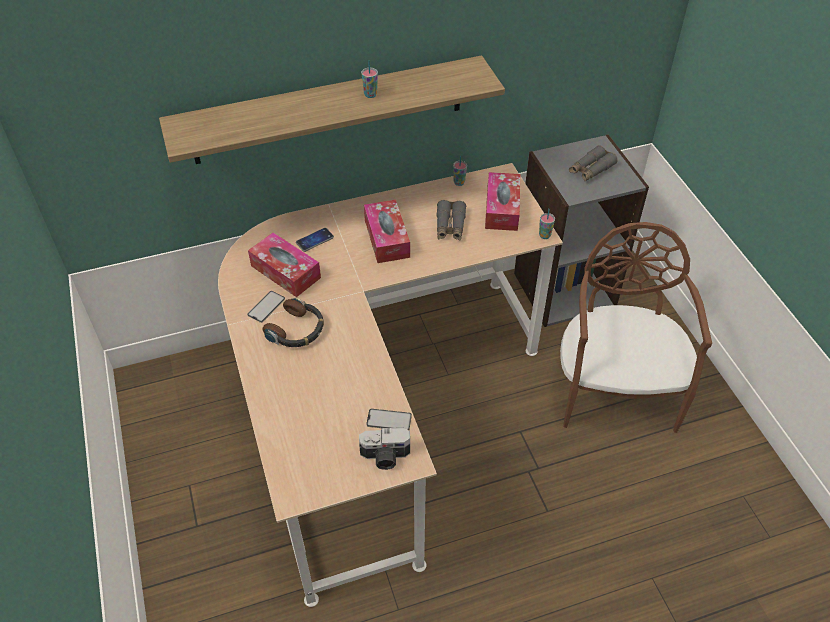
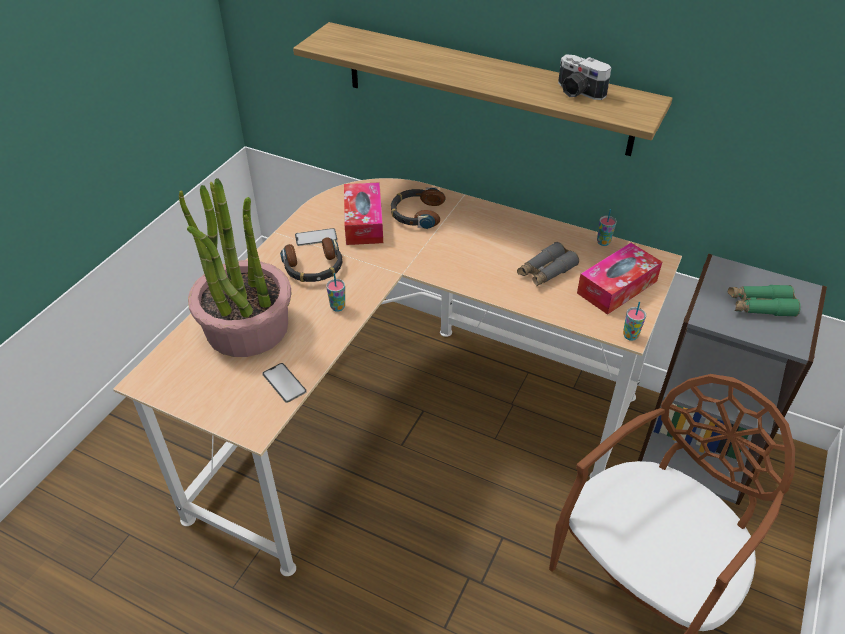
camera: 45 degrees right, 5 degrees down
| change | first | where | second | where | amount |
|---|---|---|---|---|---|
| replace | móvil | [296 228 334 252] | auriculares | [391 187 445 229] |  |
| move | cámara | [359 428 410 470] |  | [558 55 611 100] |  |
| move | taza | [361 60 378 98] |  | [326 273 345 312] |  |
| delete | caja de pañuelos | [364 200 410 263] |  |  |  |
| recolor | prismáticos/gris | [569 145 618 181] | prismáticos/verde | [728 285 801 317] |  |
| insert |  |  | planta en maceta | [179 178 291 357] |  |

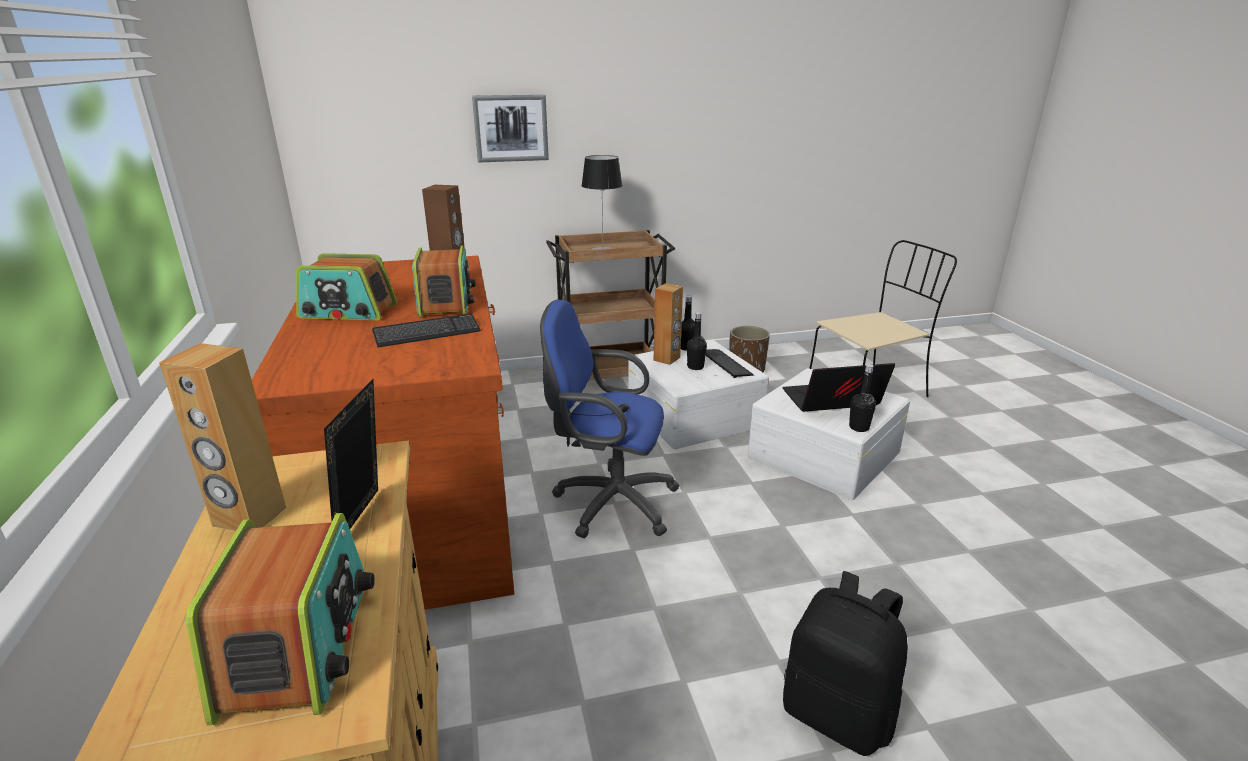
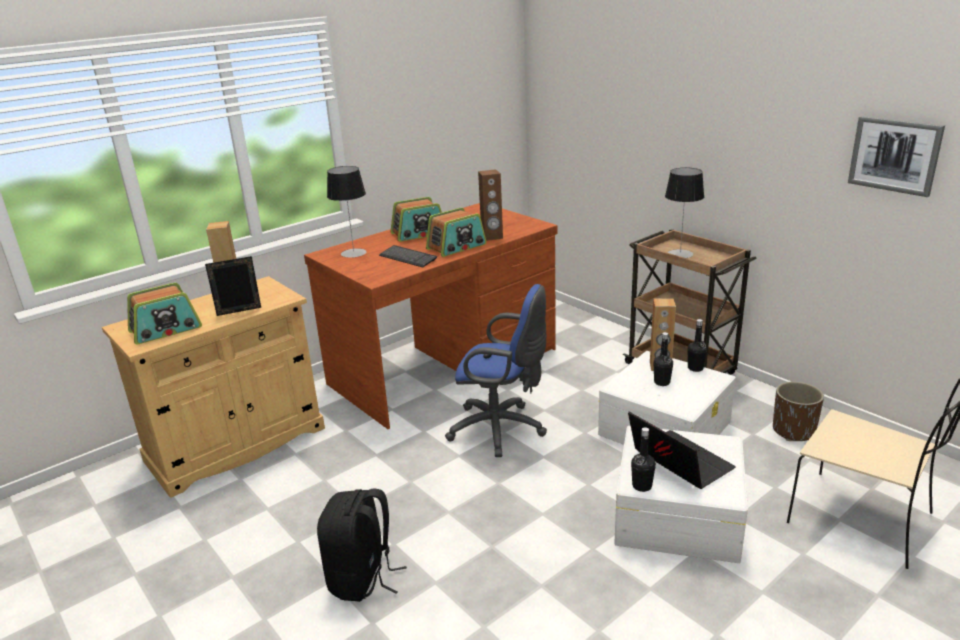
camera: 65 degrees right, 0 degrees up
| change | first | where | second | where | amount |
|---|---|---|---|---|---|
| rotate | radio | [296 253 397 320] |  | [390 197 442 242] | 90 degrees counterclockwise |
| move | cuadro | [472 95 549 162] |  | [848 116 945 197] |  |
| rotate | silla de oficina/azul | [540 300 680 538] |  | [445 284 547 457] | 120 degrees clockwise |
| delete | teclado | [706 349 754 378] |  |  |  |
| insert |  |  | lámpara de mesa | [327 166 366 258] |  |

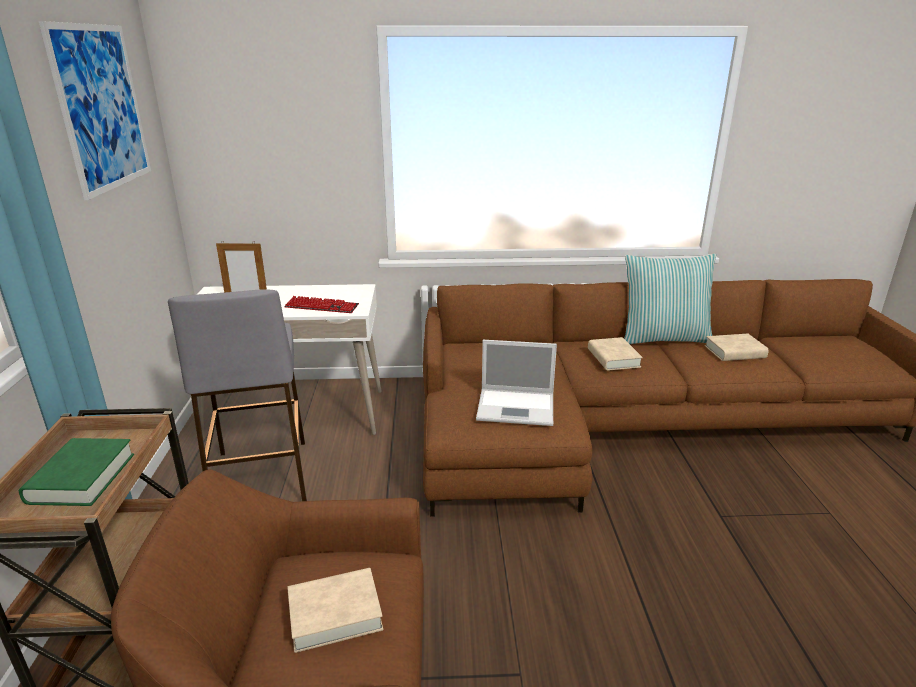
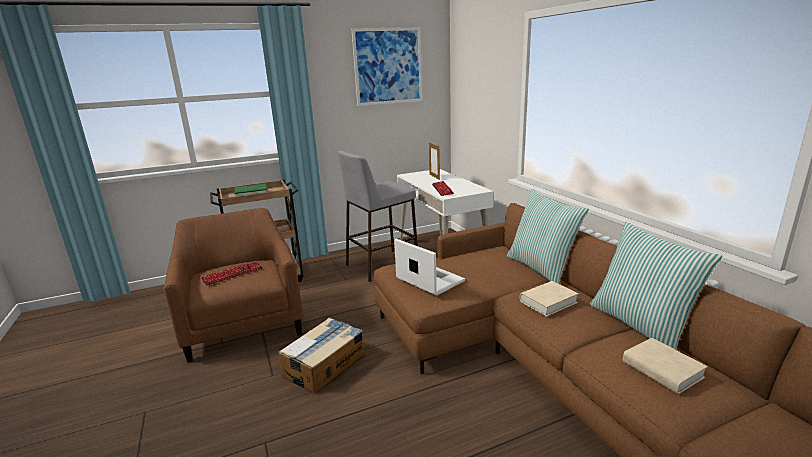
camera: 70 degrees right, 5 degrees down
| change | first | where | second | where | amount |
|---|---|---|---|---|---|
| replace | libro/beis | [287 568 383 653] | teclado | [201 262 262 286] |  |
| rotate | portátil | [476 340 557 426] |  | [394 239 465 296] | 150 degrees clockwise |
| insert |  |  | caja de cartón | [278 317 364 394] |  |
| insert |  |  | cojín | [507 189 589 284] |  |

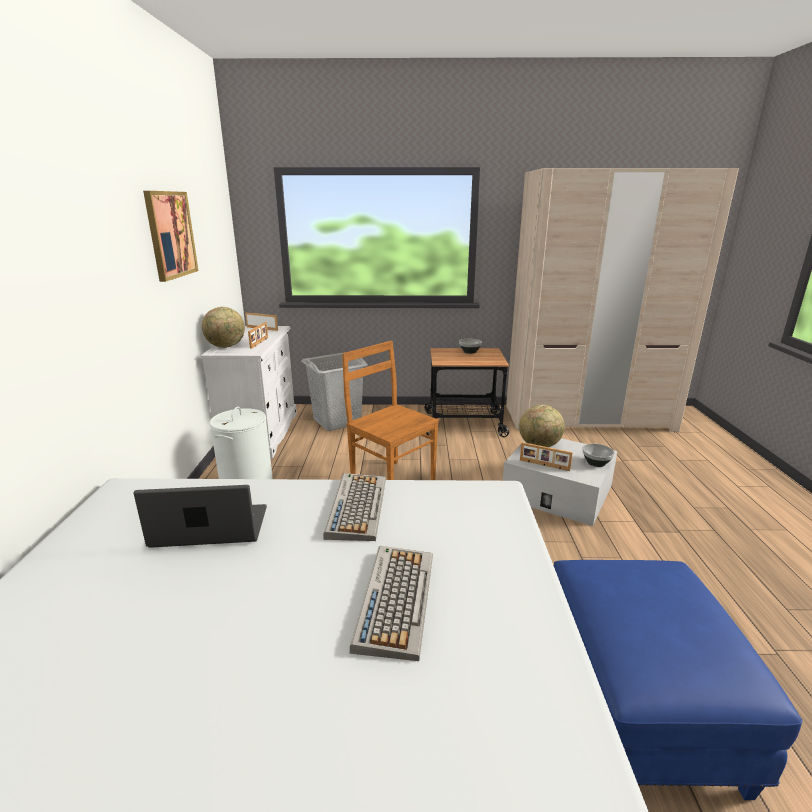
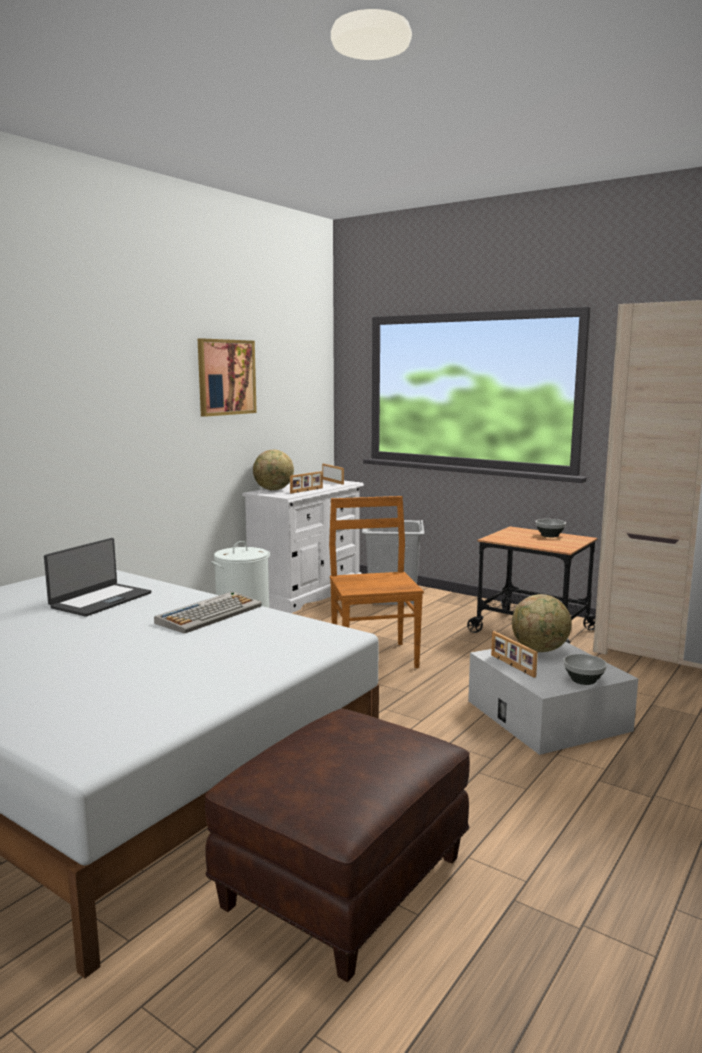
camera: 35 degrees right, 10 degrees down
| change | first | where | second | where | amount |
|---|---|---|---|---|---|
| rotate | portátil | [134 485 267 548] |  | [44 538 151 617] | 90 degrees clockwise |
| delete | teclado | [350 546 433 661] |  |  |  |
| recolor | puf/azul | [554 560 803 800] | puf/marrón | [205 709 470 983] |  |

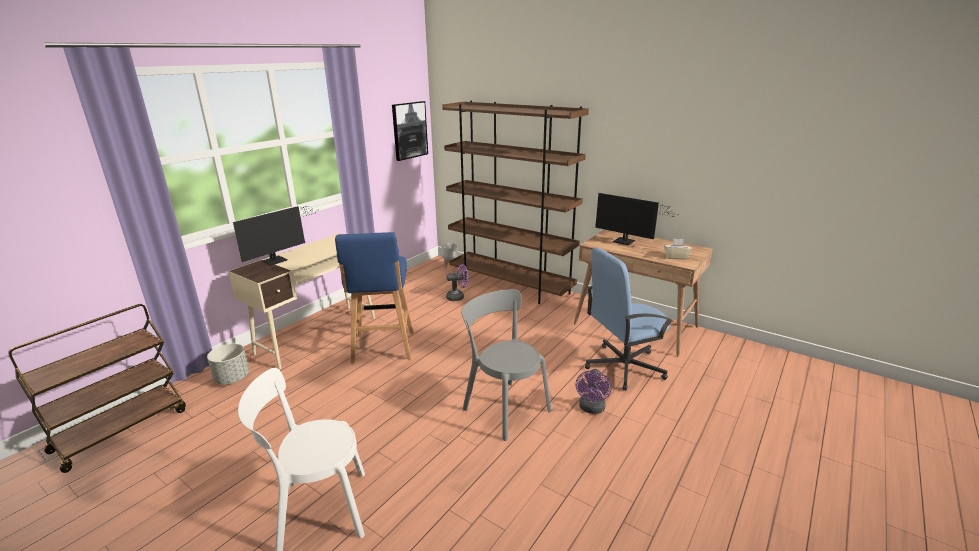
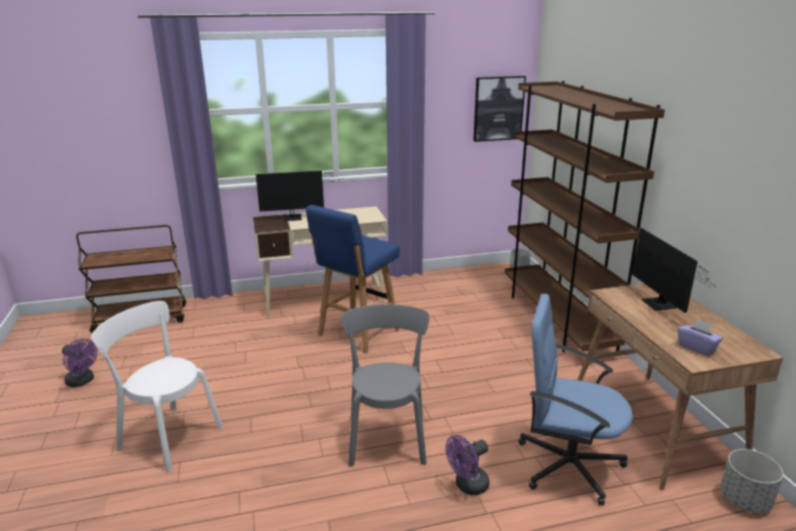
camera: 40 degrees right, 0 degrees up
| change | first | where | second | where | amount |
|---|---|---|---|---|---|
| move | maceta/gris | [207 344 249 384] |  | [720 449 783 513] |  |
| move | ventilador/morado | [446 264 469 301] |  | [62 339 97 387] |  |
| recolor | caja de pañuelos/beis | [664 239 692 259] | caja de pañuelos/morado | [678 319 723 356] |  |

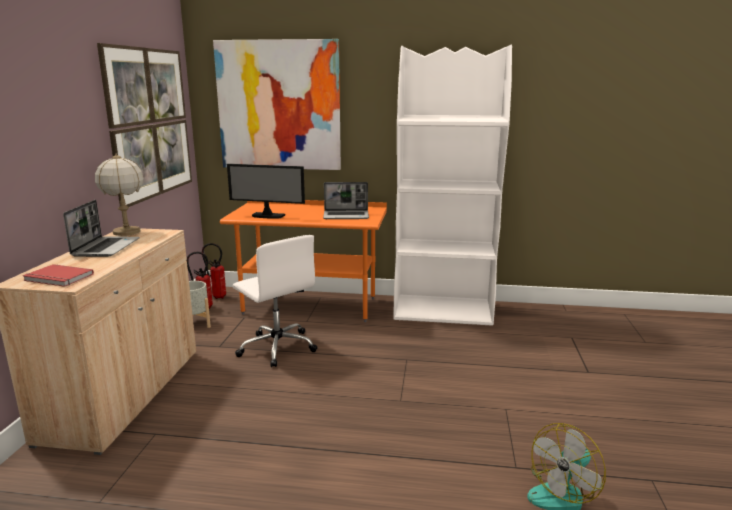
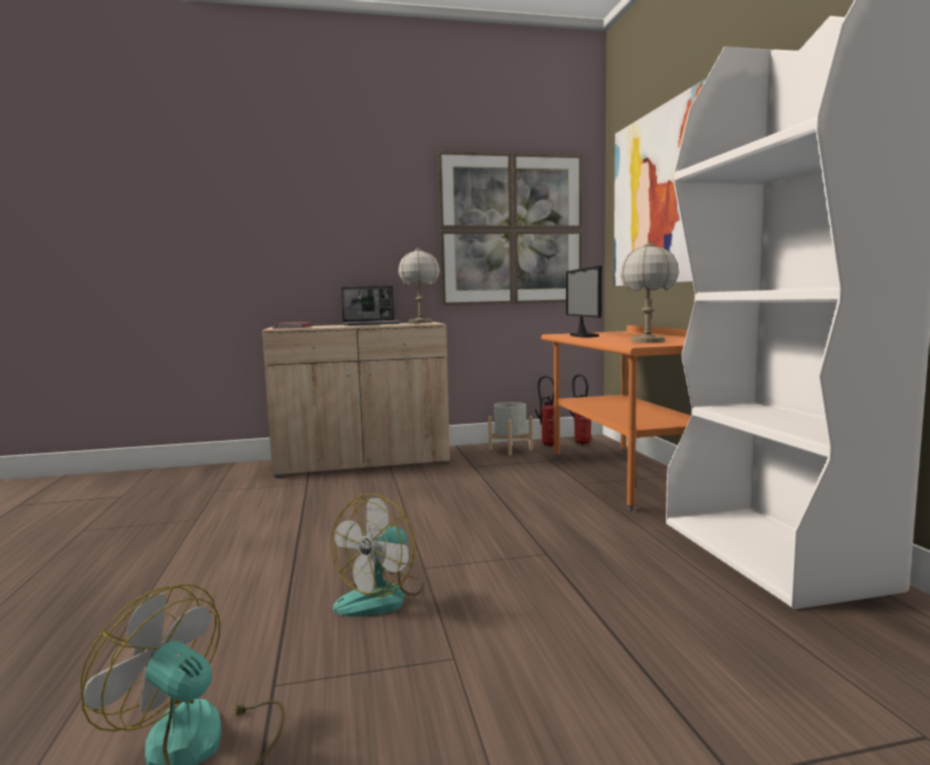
camera: 70 degrees right, 10 degrees down
| change | first | where | second | where | amount |
|---|---|---|---|---|---|
| delete | silla de oficina/blanco | [233 235 317 367] |  |  |  |
| replace | portátil | [323 182 369 219] | lámpara de mesa | [620 241 679 343] |  |
| insert |  |  | ventilador | [331 494 424 617] |  |

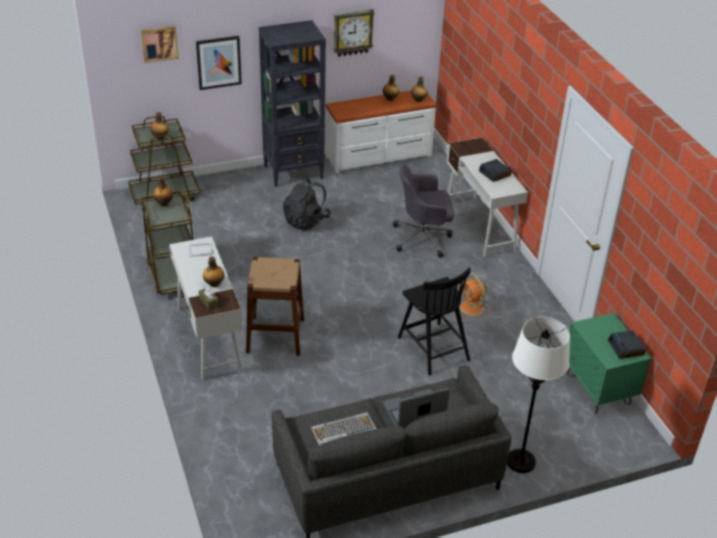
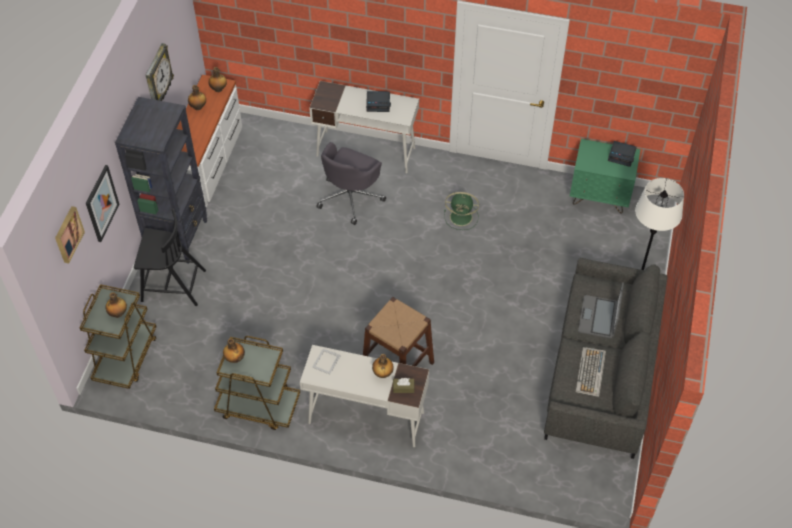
camera: 55 degrees left, 15 degrees up
| change | first | where | second | where | amount |
|---|---|---|---|---|---|
| delete | mochila/negro | [283 178 331 231] |  |  |  |
| move | silla/negro | [398 267 471 375] |  | [134 209 206 306] |  |
| recolor | ventilador/naranja | [460 272 491 320] | ventilador/verde | [444 192 479 230] |  |

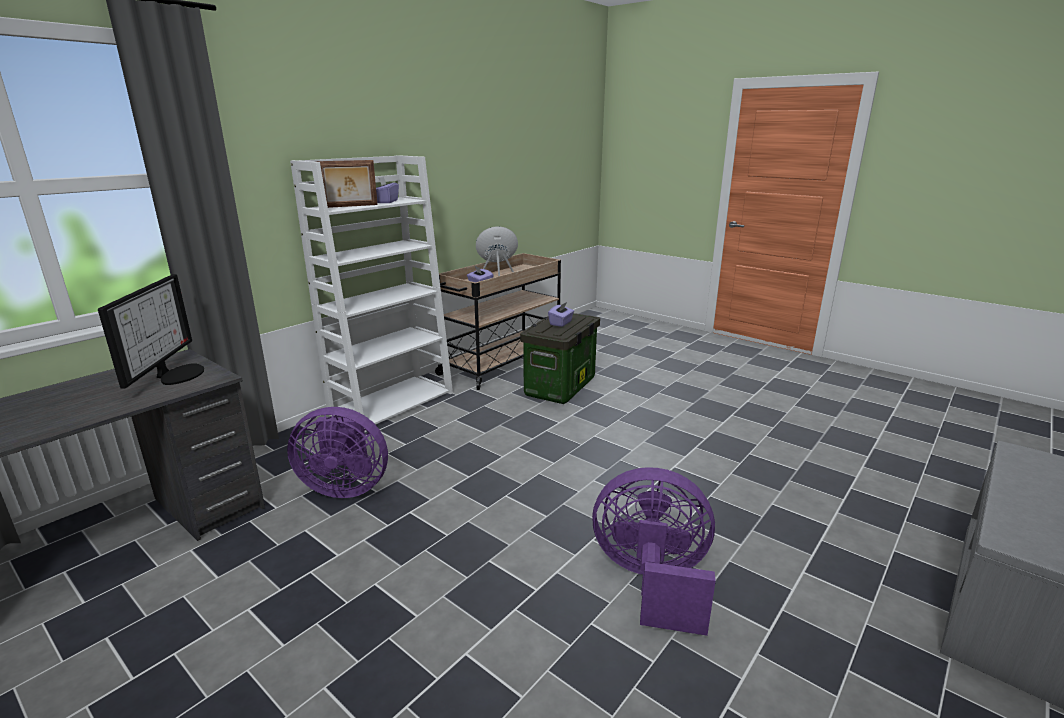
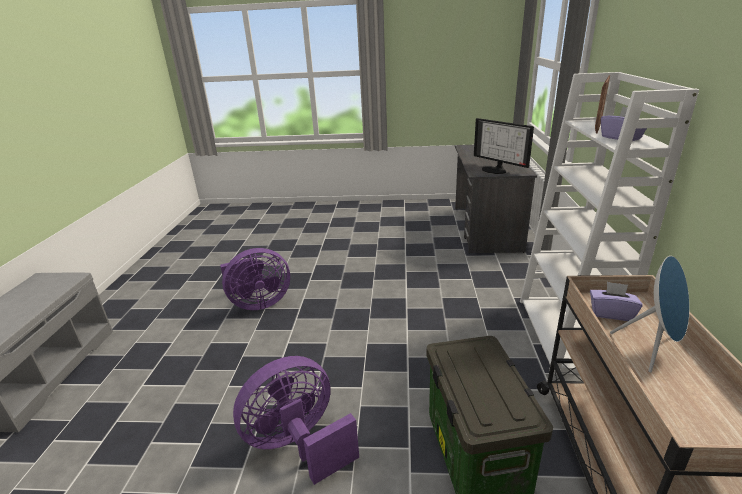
camera: 145 degrees right, 5 degrees up
| change | first | where | second | where | amount |
|---|---|---|---|---|---|
| move | ventilador/morado | [287 407 388 498] |  | [233 356 359 485] |  |
| delete | caja de pañuelos/morado | [548 302 574 327] |  |  |  |

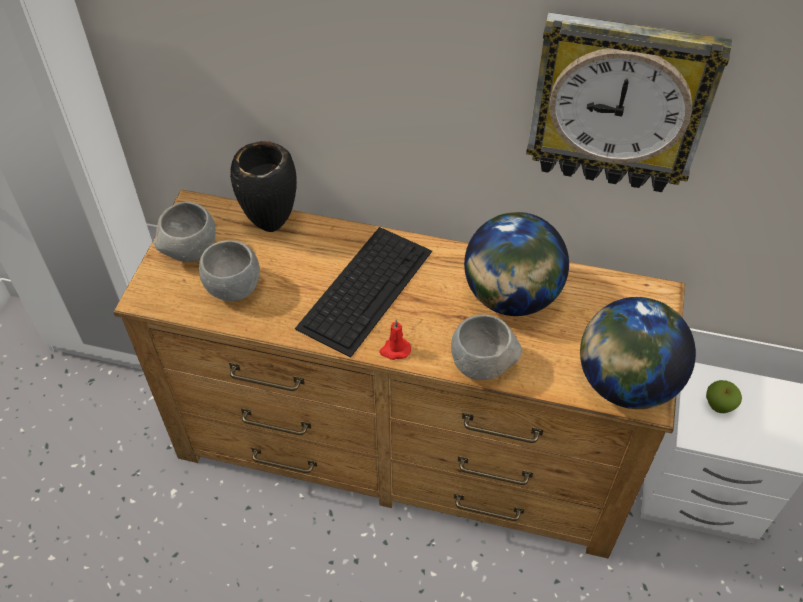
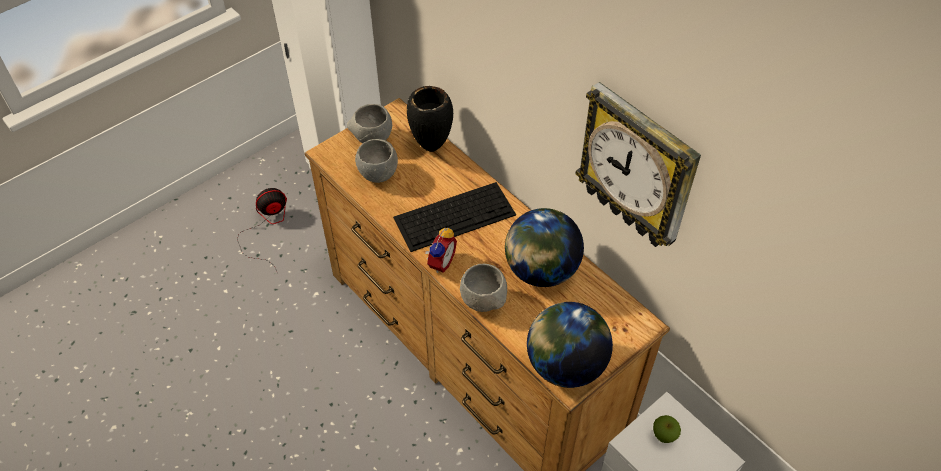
camera: 35 degrees right, 0 degrees up
| change | first | where | second | where | amount |
|---|---|---|---|---|---|
| replace | vela/rojo | [379 319 411 360] | despertador | [424 227 457 273] |  |
| insert |  |  | ventilador | [237 188 287 271] |  |

